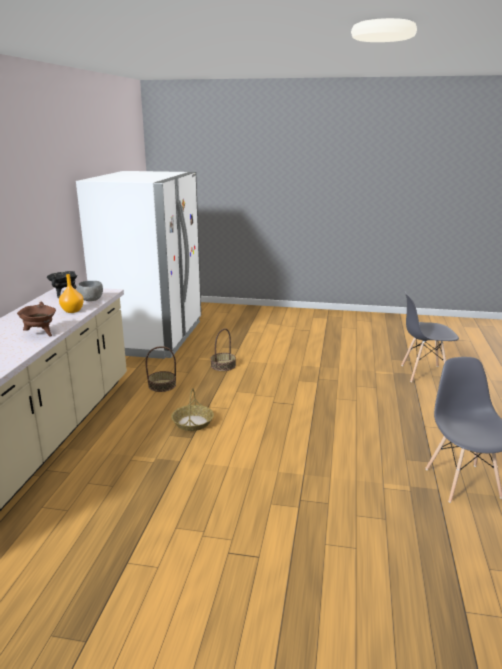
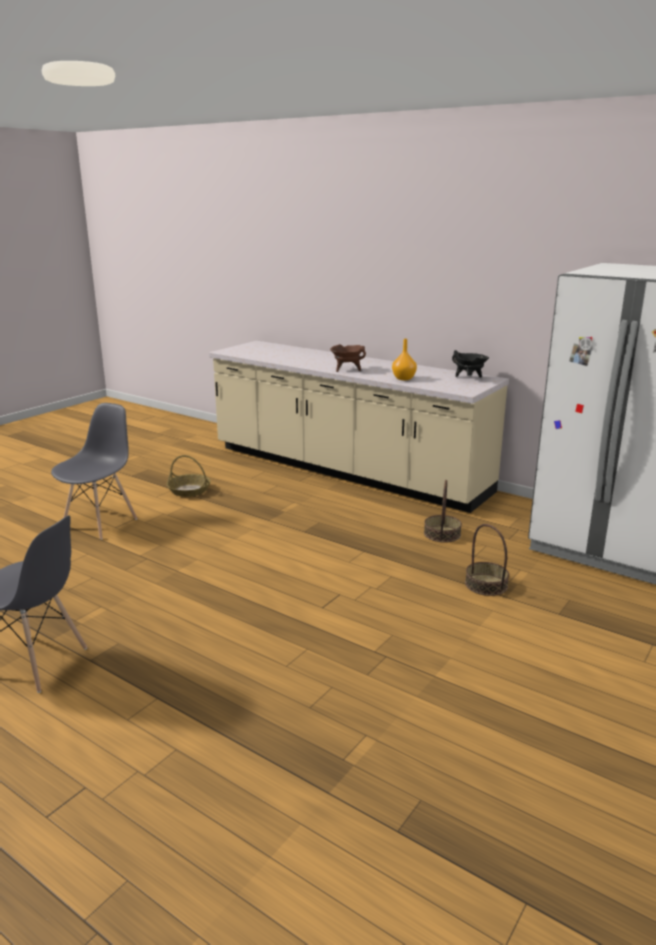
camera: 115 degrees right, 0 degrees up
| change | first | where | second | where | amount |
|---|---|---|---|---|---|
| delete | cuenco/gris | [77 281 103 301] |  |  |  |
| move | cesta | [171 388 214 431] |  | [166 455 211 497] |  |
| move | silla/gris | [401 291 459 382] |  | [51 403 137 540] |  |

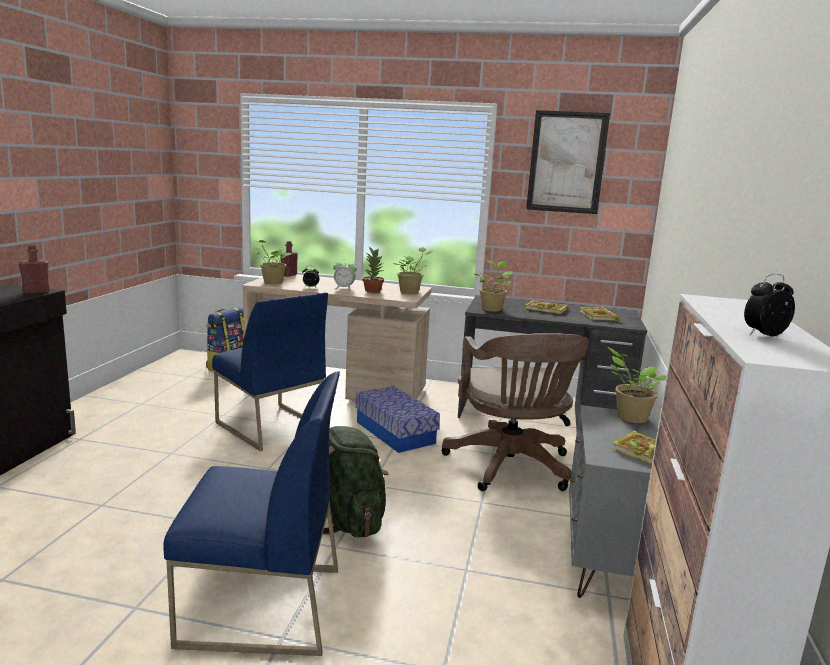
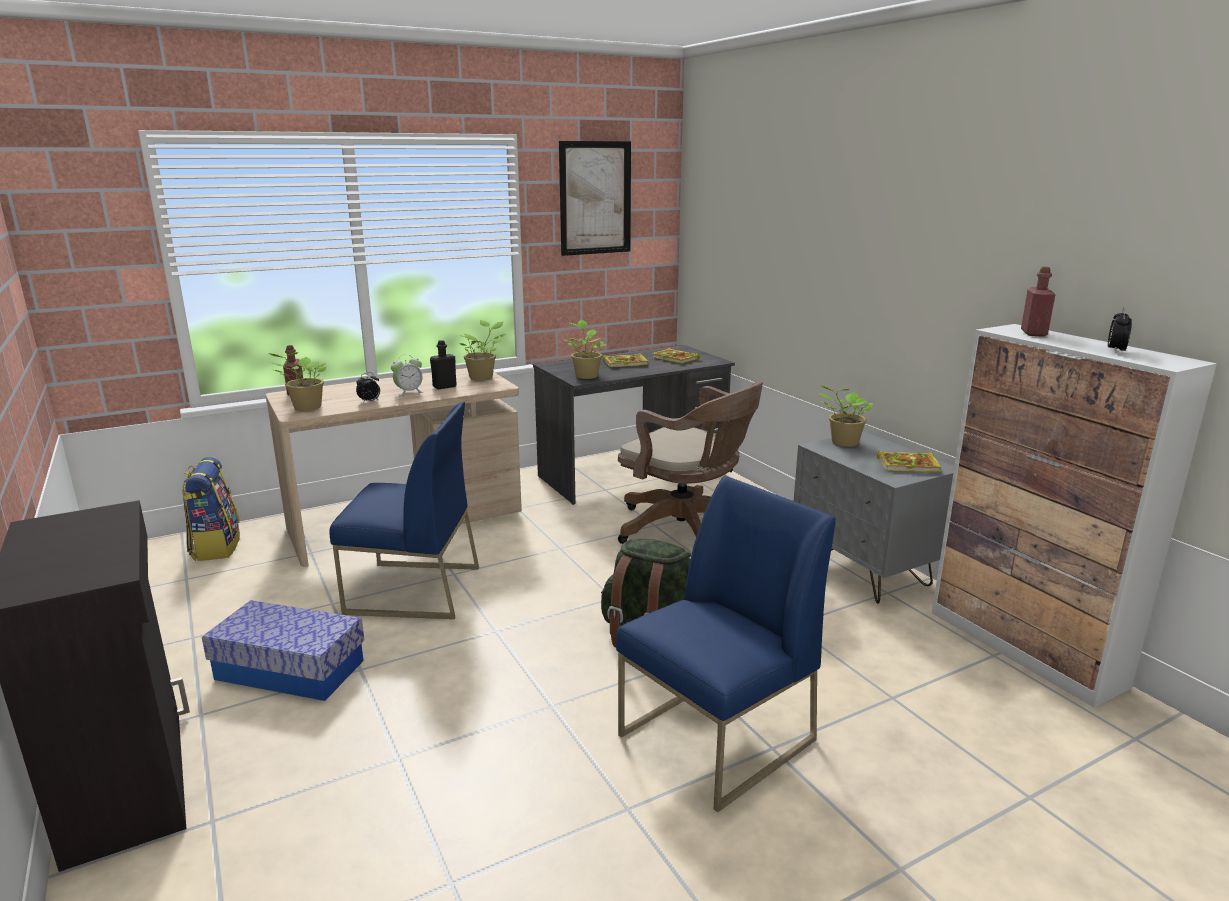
camera: 40 degrees left, 5 degrees up
| change | first | where | second | where | amount |
|---|---|---|---|---|---|
| move | botella/rojo | [19 245 49 294] |  | [1021 267 1056 337] |  |
| move | caja de almacenaje | [356 386 440 453] |  | [202 600 364 701] |  |
| replace | planta en maceta | [363 247 384 293] | botella/negro | [430 340 457 389] |  |

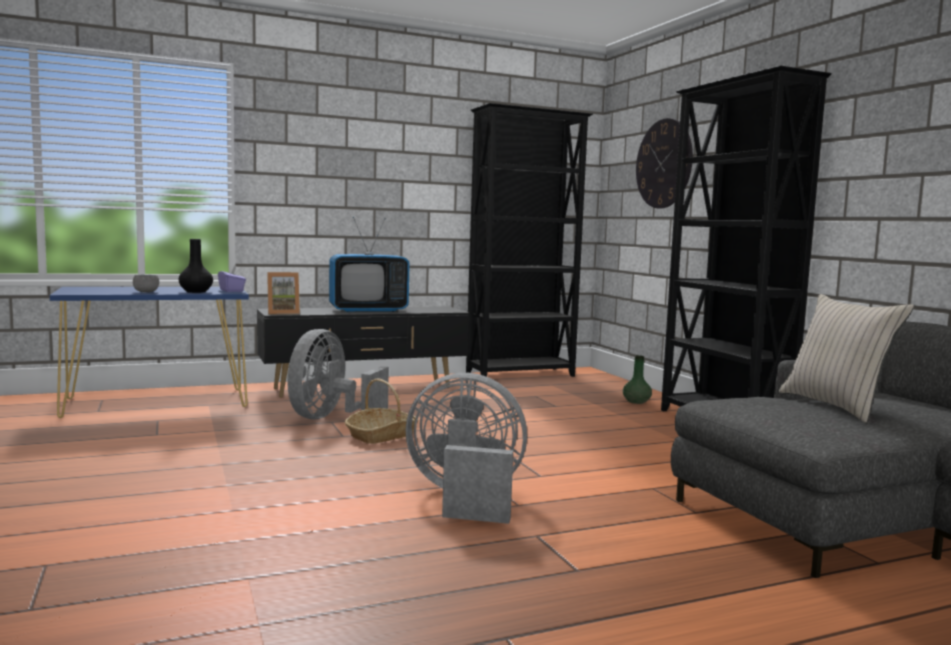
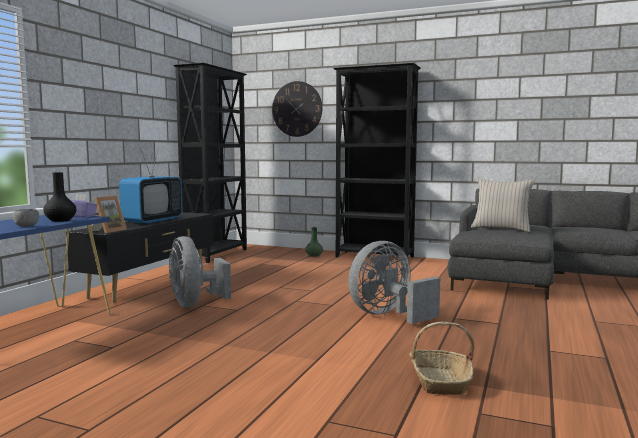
camera: 45 degrees left, 0 degrees up
| change | first | where | second | where | amount |
|---|---|---|---|---|---|
| move | cesta | [345 379 419 444] |  | [410 322 475 395] |  |

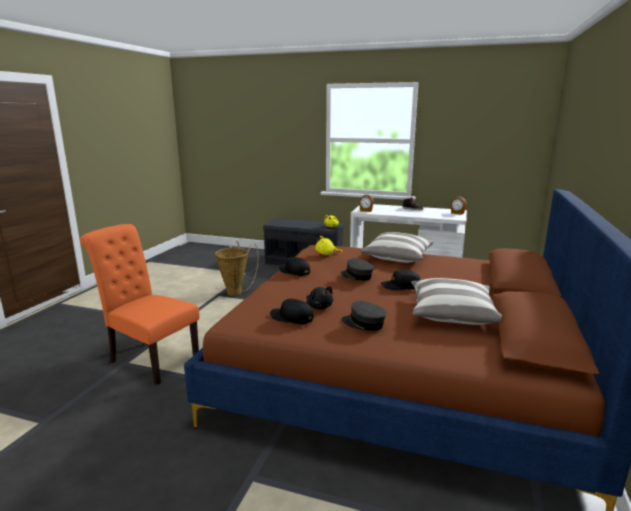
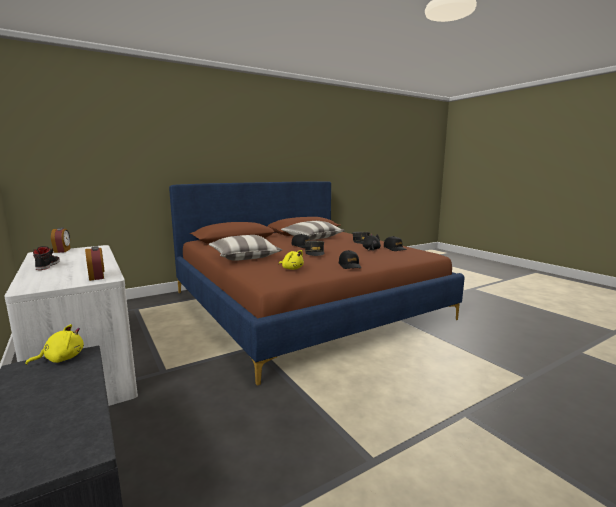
camera: 140 degrees left, 5 degrees down
| change | first | where | second | where | amount |
|---|---|---|---|---|---|
| delete | silla/naranja | [80 224 199 385] |  |  |  |
| delete | cesta | [215 241 259 296] |  |  |  |

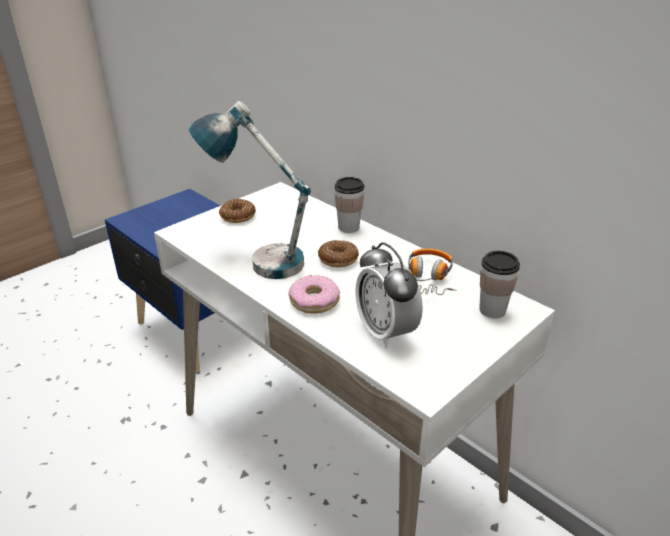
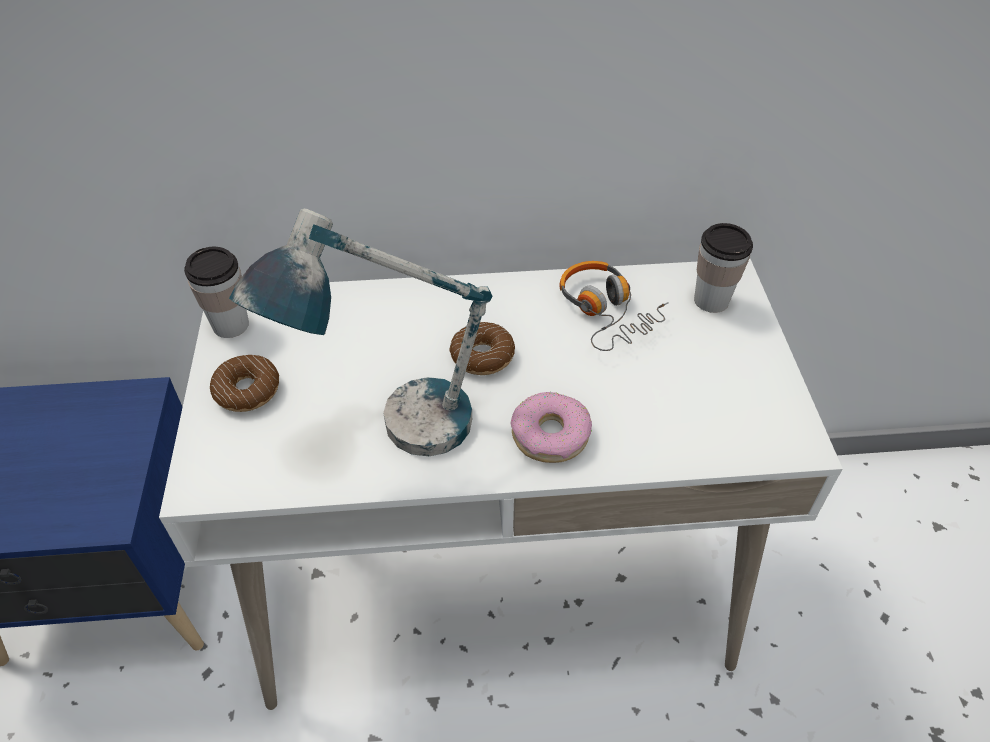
camera: 50 degrees left, 15 degrees up
| change | first | where | second | where | amount |
|---|---|---|---|---|---|
| move | taza | [334 177 364 233] |  | [184 247 249 338] |  |
| delete | despertador | [355 242 423 348] |  |  |  |

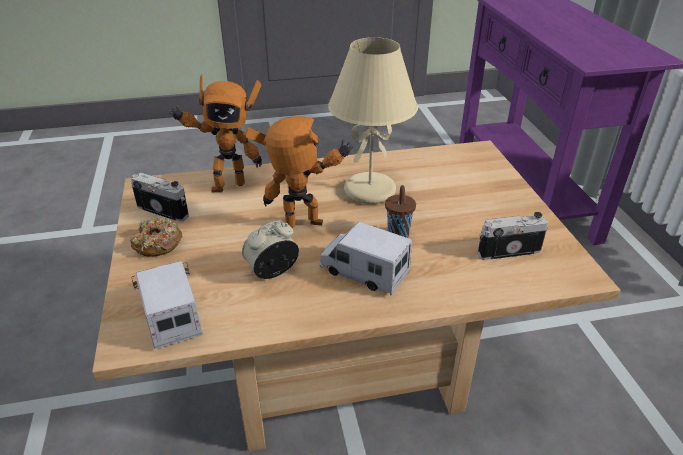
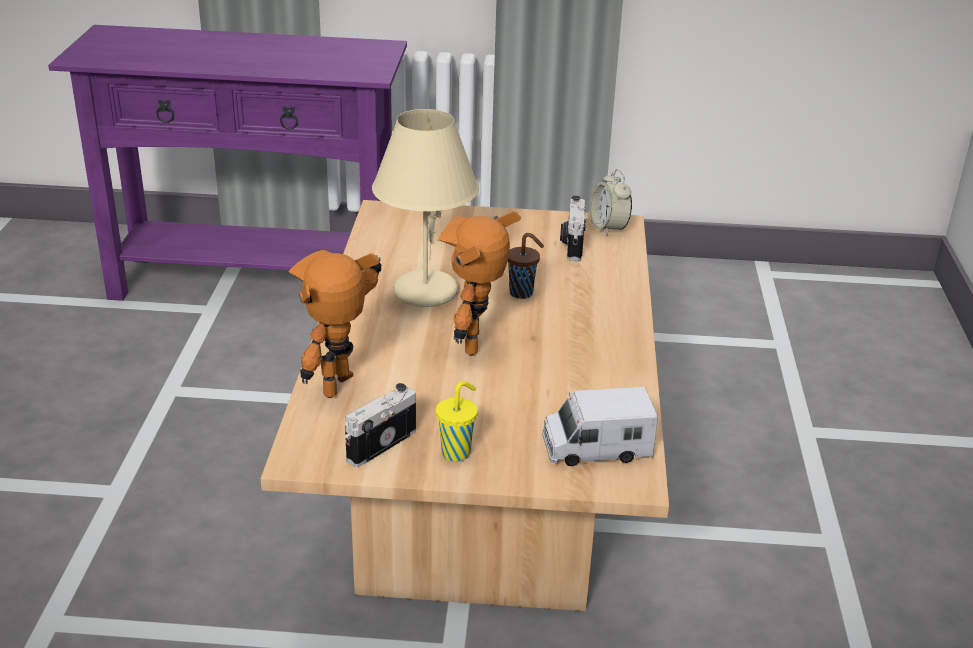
camera: 75 degrees left, 5 degrees down
| change | first | where | second | where | amount |
|---|---|---|---|---|---|
| replace | rosquilla | [130 218 183 257] | taza/amarillo | [436 381 478 462] |  |
| rotate | robot de juguete | [168 74 262 192] |  | [289 250 381 398] | 150 degrees counterclockwise |
| move | despertador | [242 220 299 279] |  | [590 169 632 236] |  |
| delete | camión de juguete | [319 222 412 295] |  |  |  |

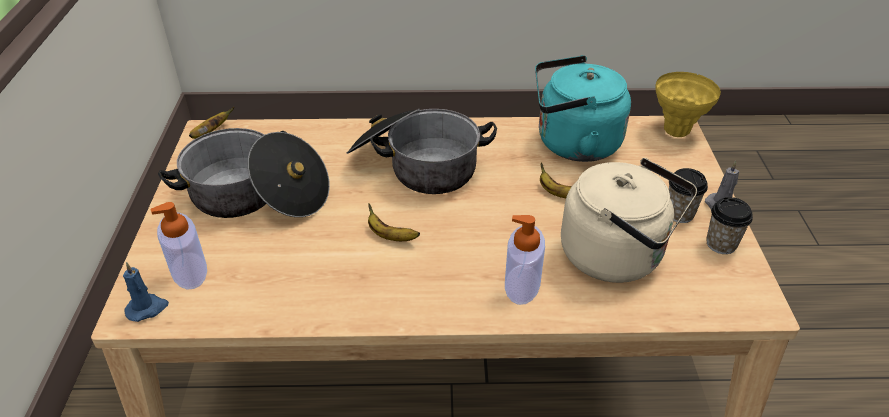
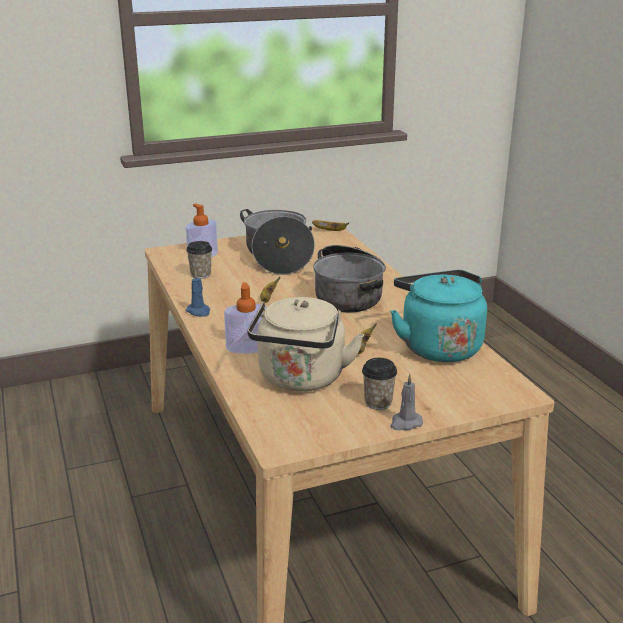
camera: 70 degrees right, 15 degrees down
| change | first | where | second | where | amount |
|---|---|---|---|---|---|
| move | vela/azul | [123 262 169 322] |  | [186 270 210 317] |  |
| delete | florero/amarillo | [655 72 721 137] |  |  |  |
| move | taza | [706 197 753 254] |  | [186 241 212 279] |  |

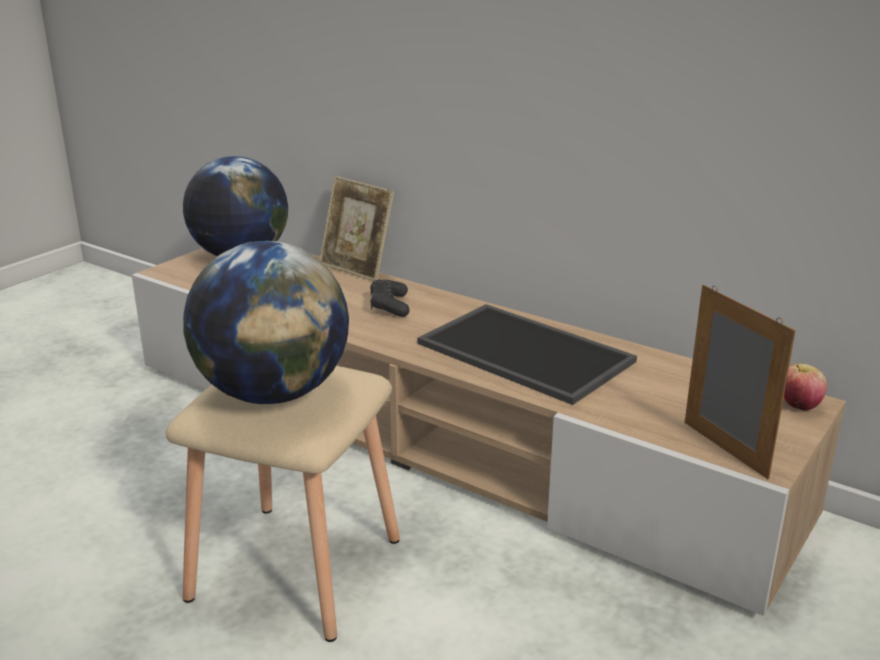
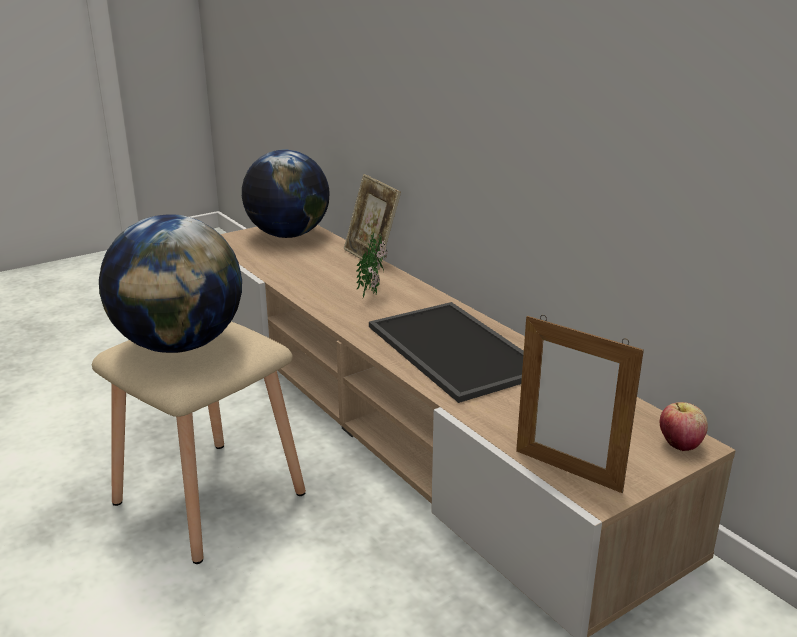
camera: 20 degrees right, 0 degrees up
| change | first | where | second | where | amount |
|---|---|---|---|---|---|
| replace | mando de consola/negro | [370 279 410 317] | planta en maceta | [356 233 388 297] |  |
| rotate | portarretratos | [685 285 796 479] |  | [516 315 644 493] | 135 degrees clockwise |

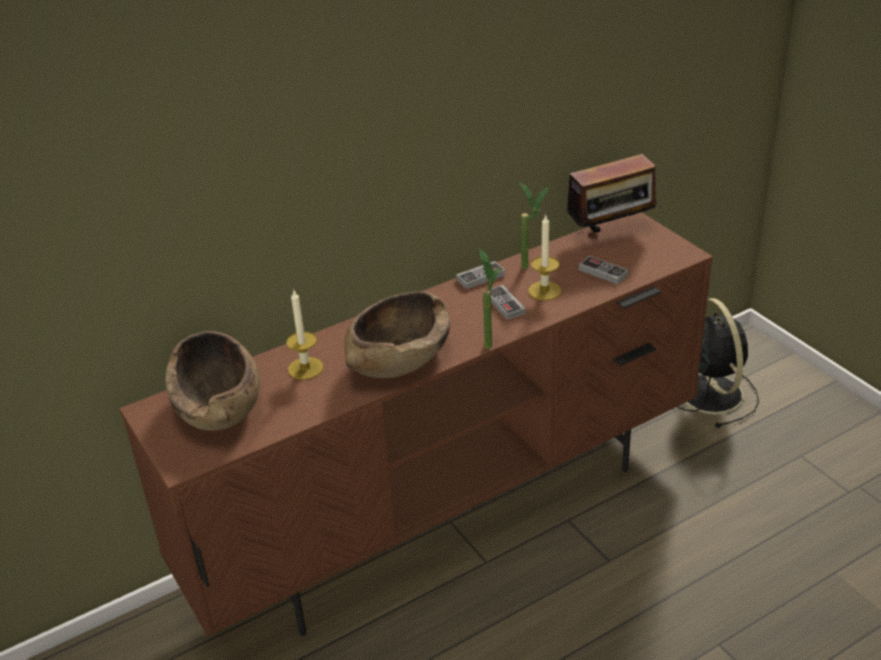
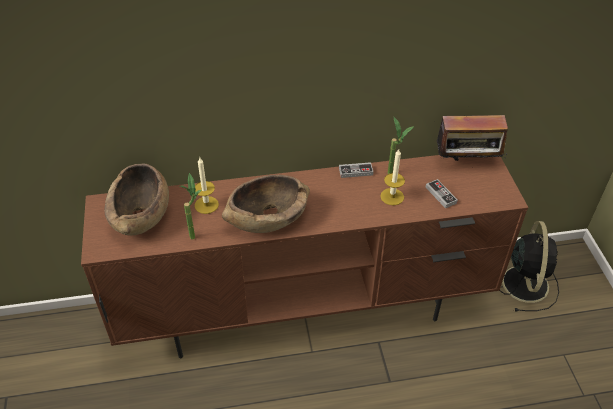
camera: 20 degrees right, 10 degrees up
| change | first | where | second | where | amount |
|---|---|---|---|---|---|
| move | planta en maceta | [479 248 501 349] |  | [180 173 202 240] |  |
| delete | mando de consola | [491 285 525 320] |  |  |  |

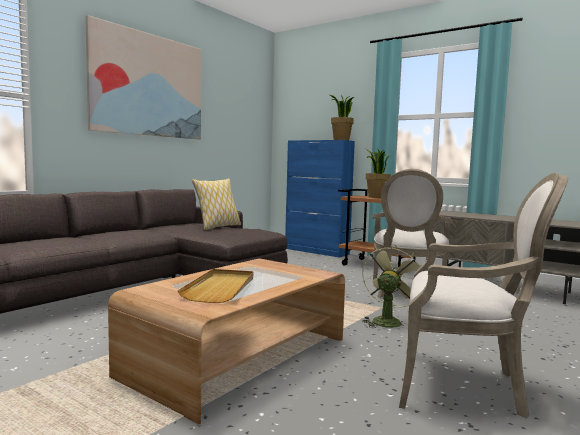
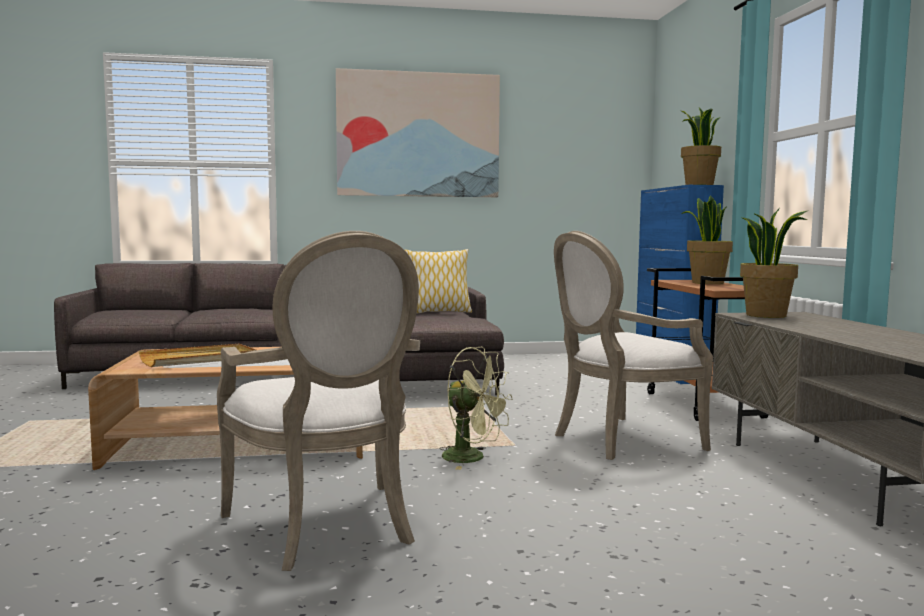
camera: 45 degrees right, 0 degrees up
| change | first | where | second | where | amount |
|---|---|---|---|---|---|
| rotate | ventilador/verde | [362 245 420 328] |  | [439 347 512 470] | 45 degrees clockwise |
| insert |  |  | planta en maceta | [740 209 807 318] |  |

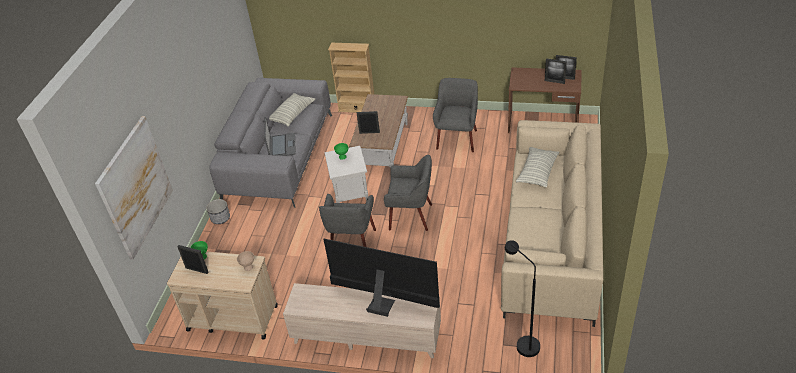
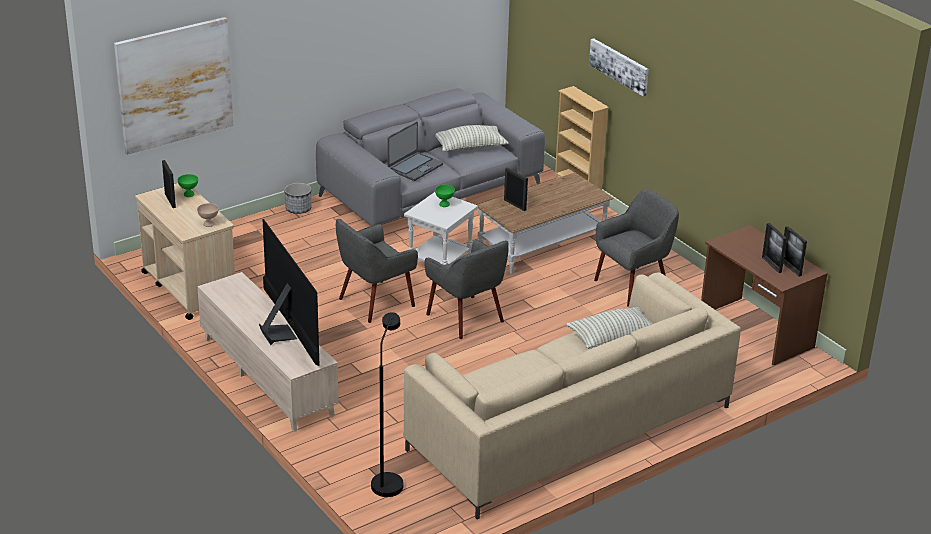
camera: 40 degrees right, 10 degrees down
| change | first | where | second | where | amount |
|---|---|---|---|---|---|
| insert |  |  | cuadro | [589 38 649 96] |  |

